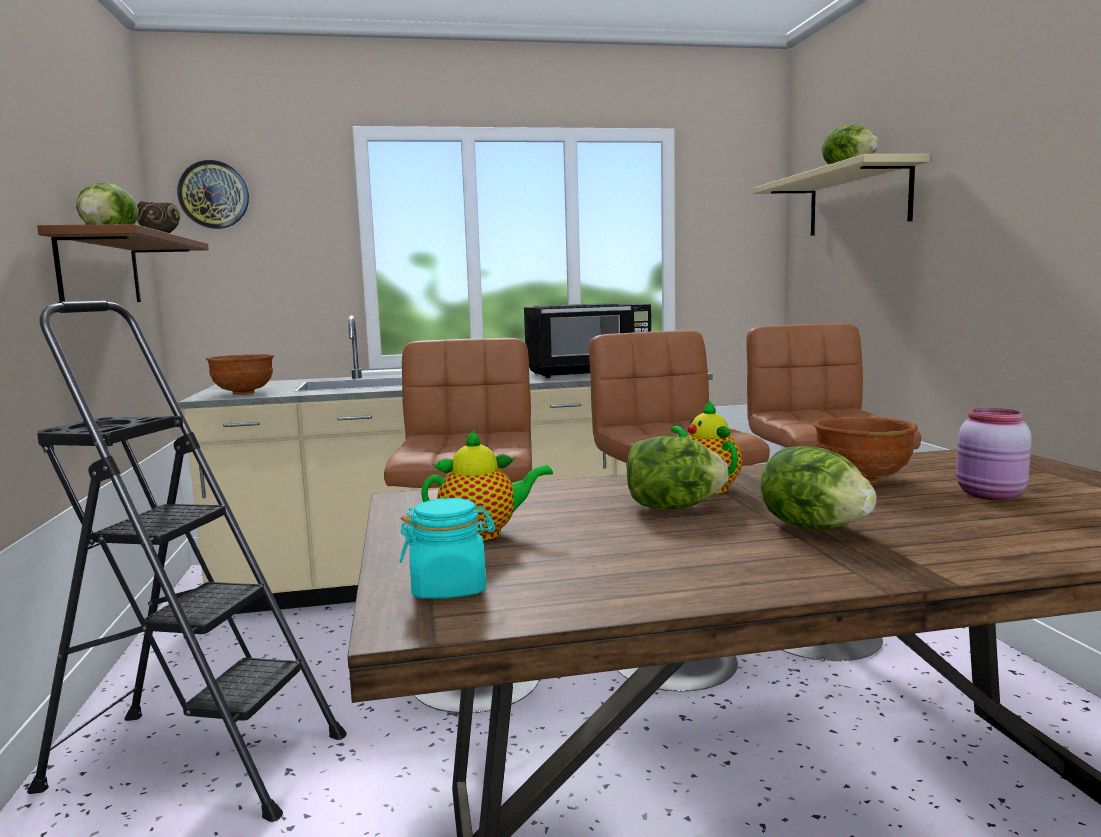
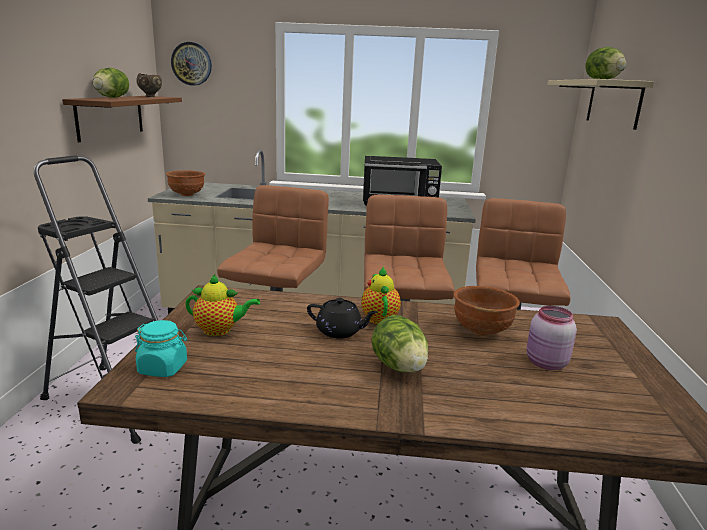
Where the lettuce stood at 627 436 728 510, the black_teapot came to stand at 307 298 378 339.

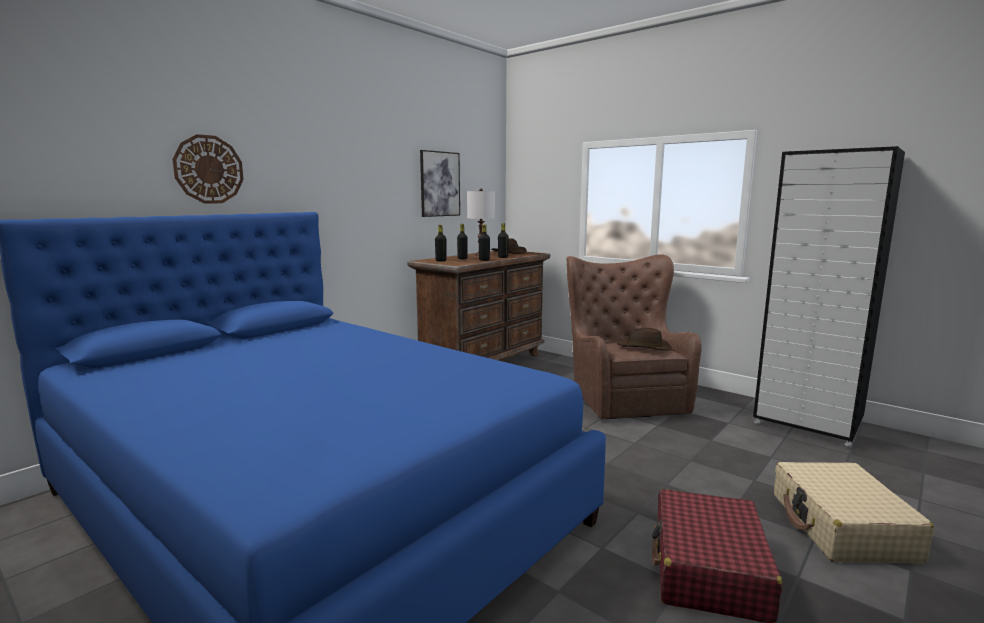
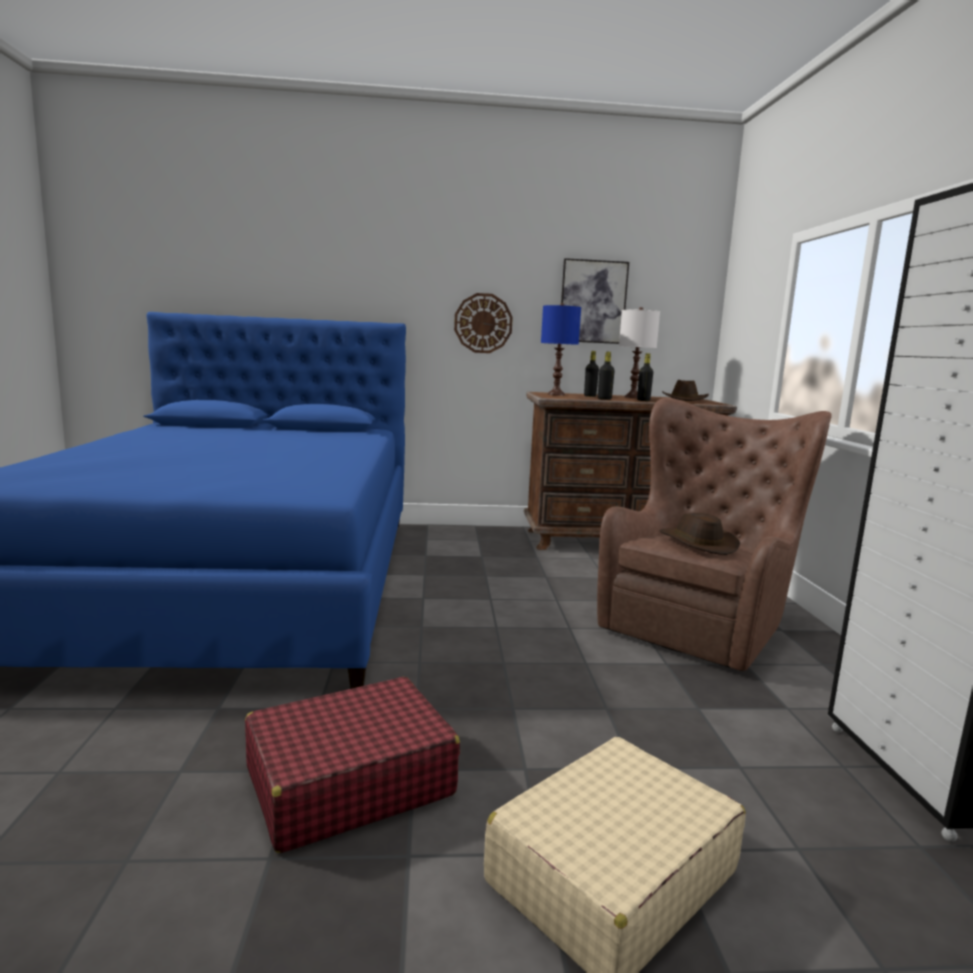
The wall_clock ended up elsewhere, having gone from 172 134 244 204 to 454 293 513 353. Where the black_bottle stood at 435 225 447 261, the blue_table_lamp came to stand at 541 303 581 396.

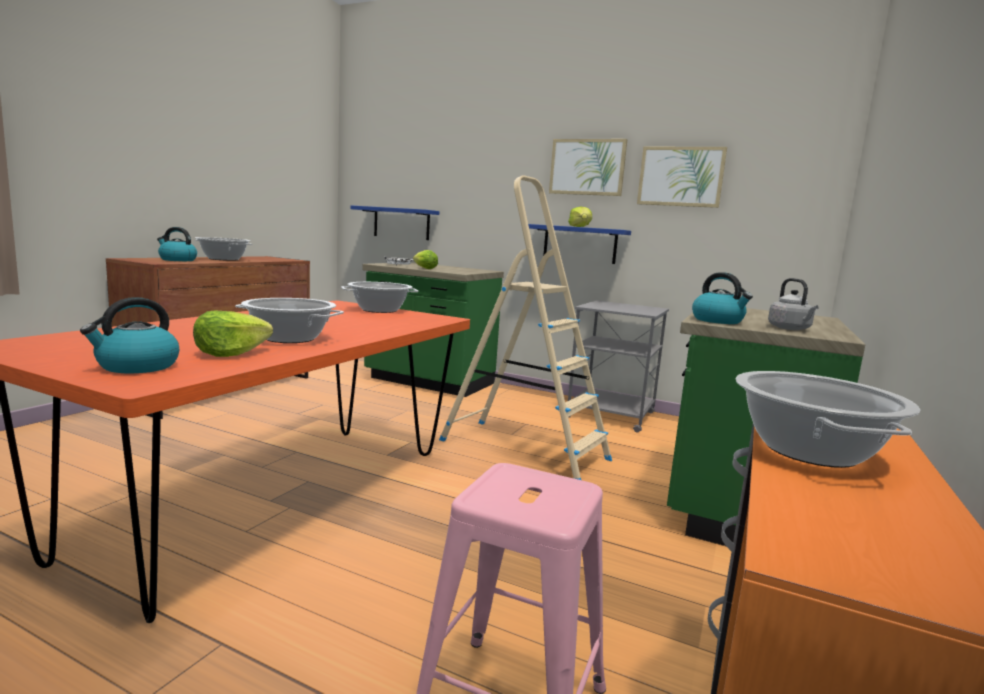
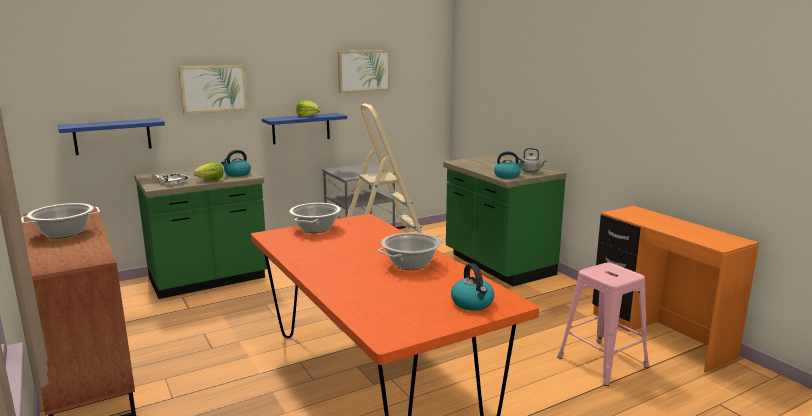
The second view lost the lettuce at 193 310 273 357. The second view lost the cooking_pot at 736 371 920 468. The kettle ended up elsewhere, having gone from 157 227 197 261 to 221 150 251 177. The picture ended up elsewhere, having gone from 549 139 627 196 to 178 65 248 114.

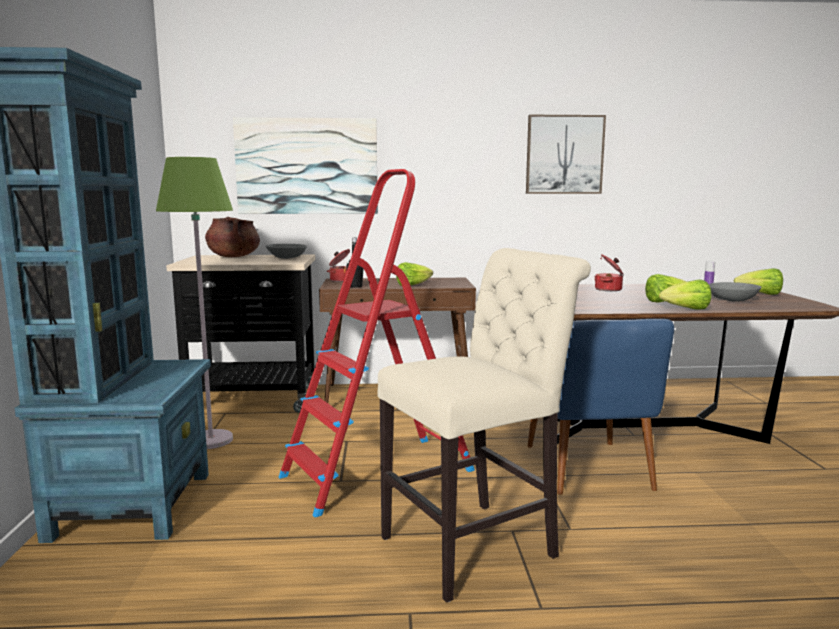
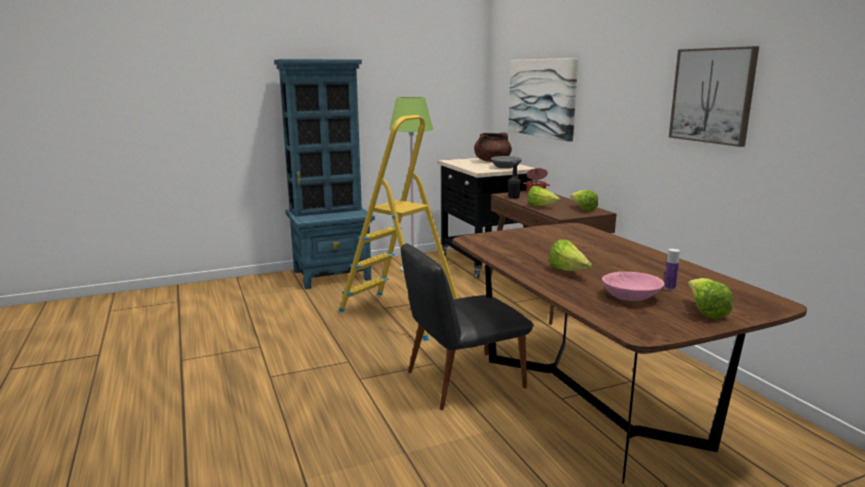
The second view lost the beige_stool at 377 248 591 603. The second view lost the cooking_pot at 594 255 623 291. The lettuce ended up elsewhere, having gone from 659 279 711 310 to 570 190 598 211. What was the red_step_ladder at 279 169 475 517 turned into the yellow_step_ladder at 339 115 458 341. What was the blue_chair at 527 319 674 495 turned into the black_chair at 401 243 534 410. What was the grey_bowl at 709 282 761 302 turned into the pink_bowl at 602 272 665 301.

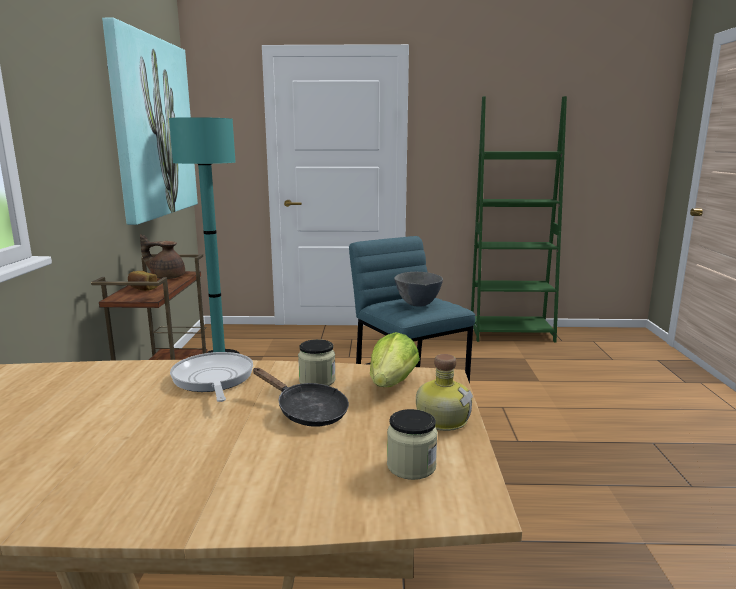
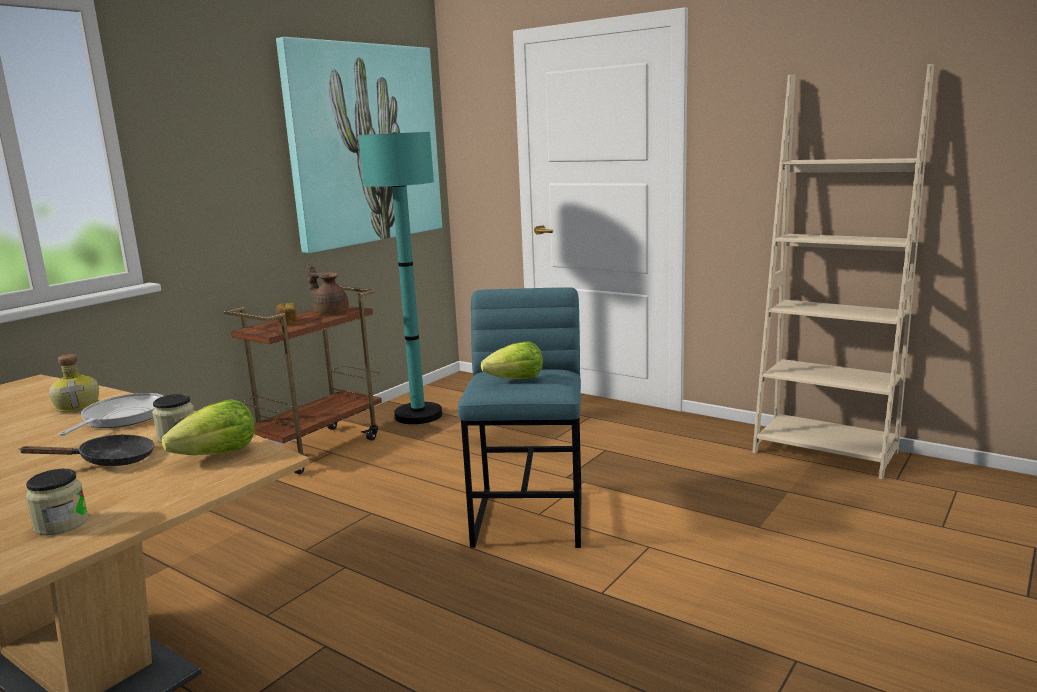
The bottle ended up elsewhere, having gone from 416 354 473 431 to 49 354 99 412. Where the grey_bowl stood at 394 272 443 307, the lettuce came to stand at 481 342 543 379. What was the green_bookcase at 471 96 567 343 turned into the beige_bookcase at 752 64 934 479. The black_frying_pan at 253 368 349 427 ended up facing another way, 90 degrees counterclockwise from before.

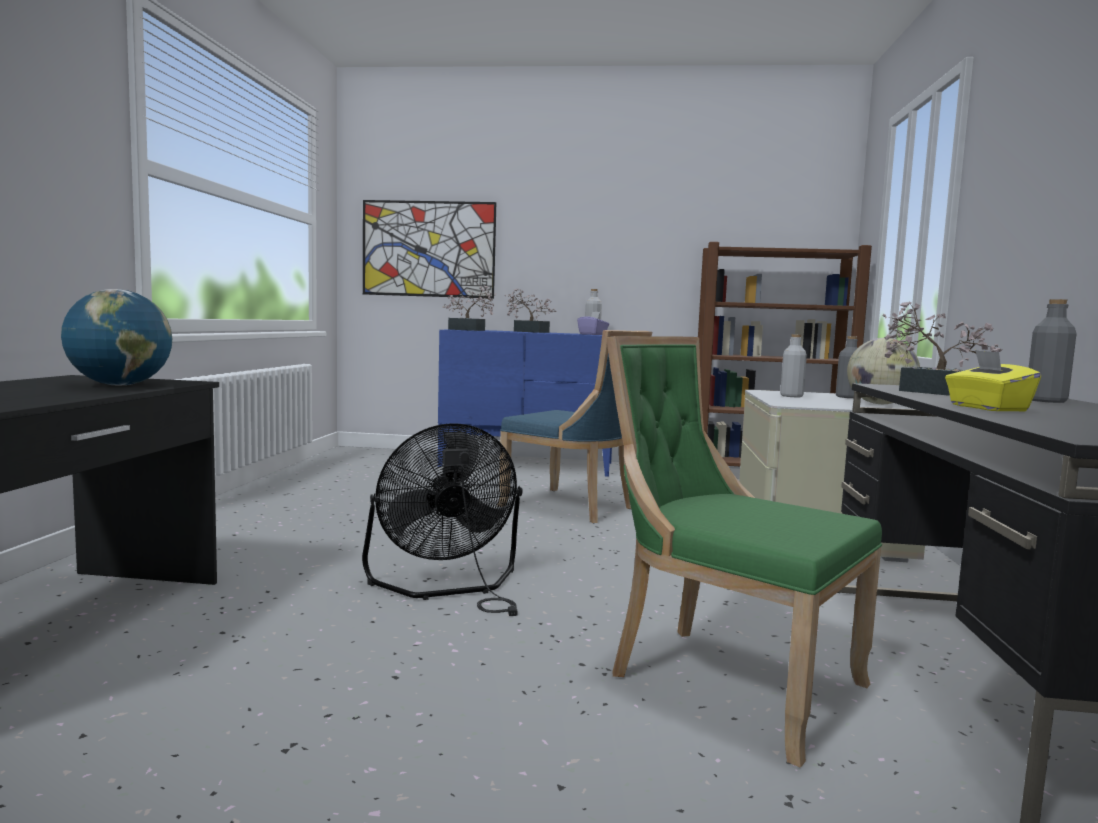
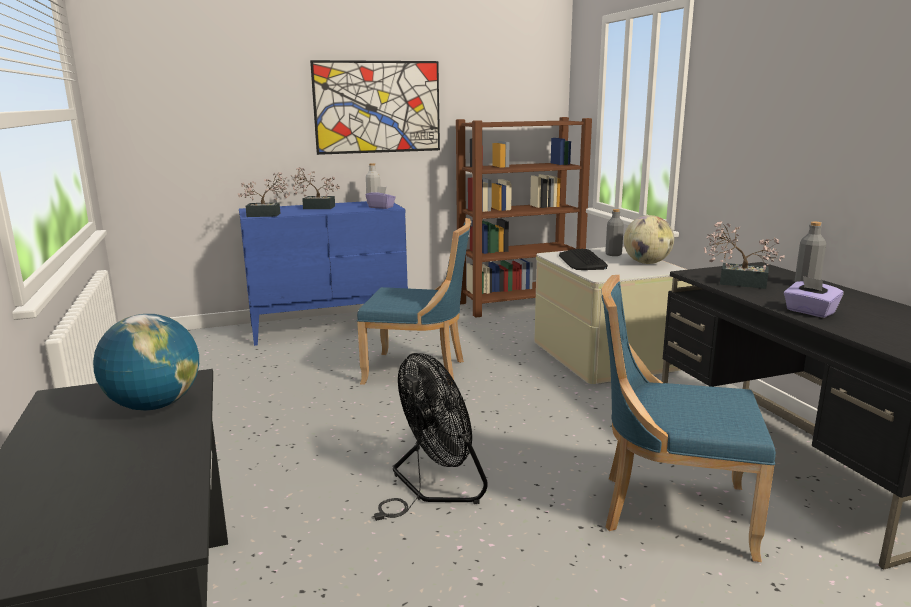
The picture ended up elsewhere, having gone from 363 200 496 299 to 310 60 440 155. Where the grey_bottle stood at 780 334 807 397, the keyboard came to stand at 559 249 608 270. What was the green_chair at 607 336 882 767 turned into the blue_chair at 602 275 776 562. What was the yellow_tissue_box at 945 350 1041 411 turned into the purple_tissue_box at 784 276 844 318. The black_fan at 362 423 523 616 ended up facing another way, 105 degrees clockwise from before.

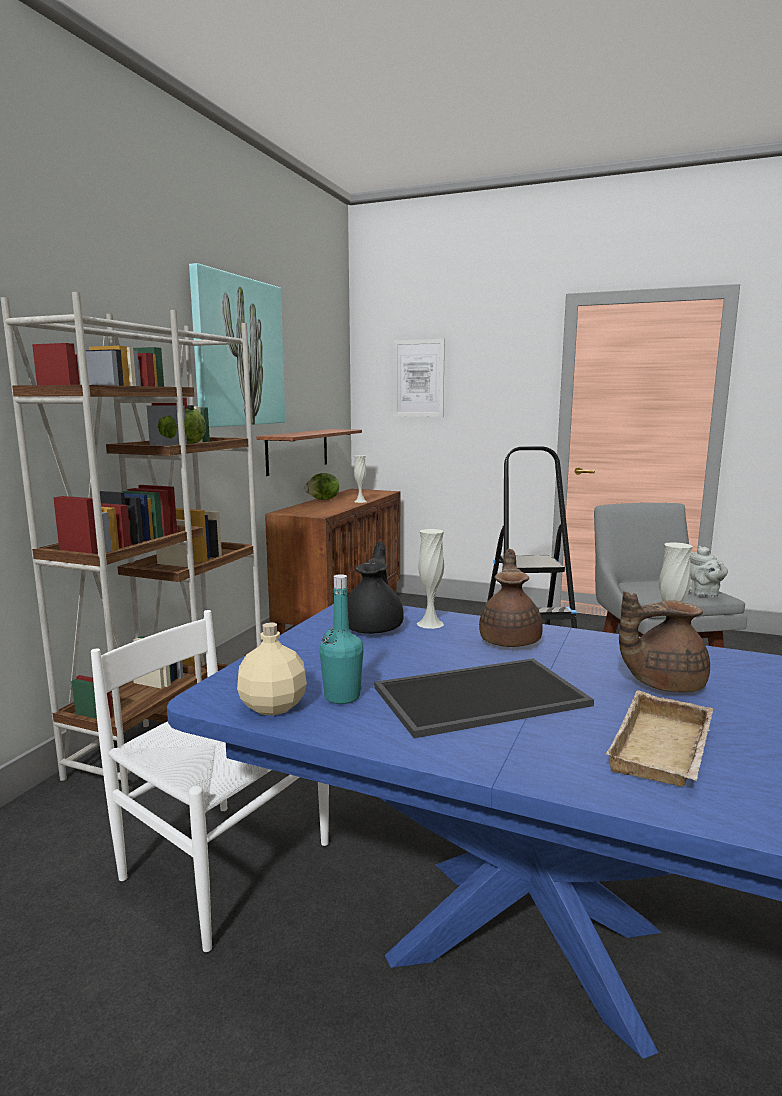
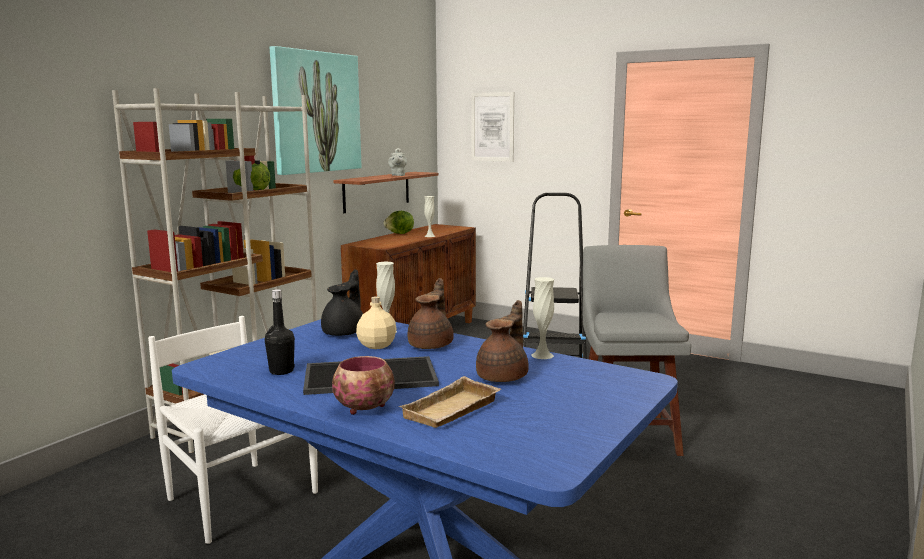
The second view gained the bowl at 332 356 395 415. The beige_bottle ended up elsewhere, having gone from 237 623 307 715 to 356 296 396 349. The grey_teapot ended up elsewhere, having gone from 689 546 728 597 to 388 148 407 176. What was the turquoise_bottle at 319 574 364 704 turned into the black_bottle at 265 289 295 375. The brown_teapot at 619 591 710 692 ended up facing another way, 120 degrees clockwise from before.

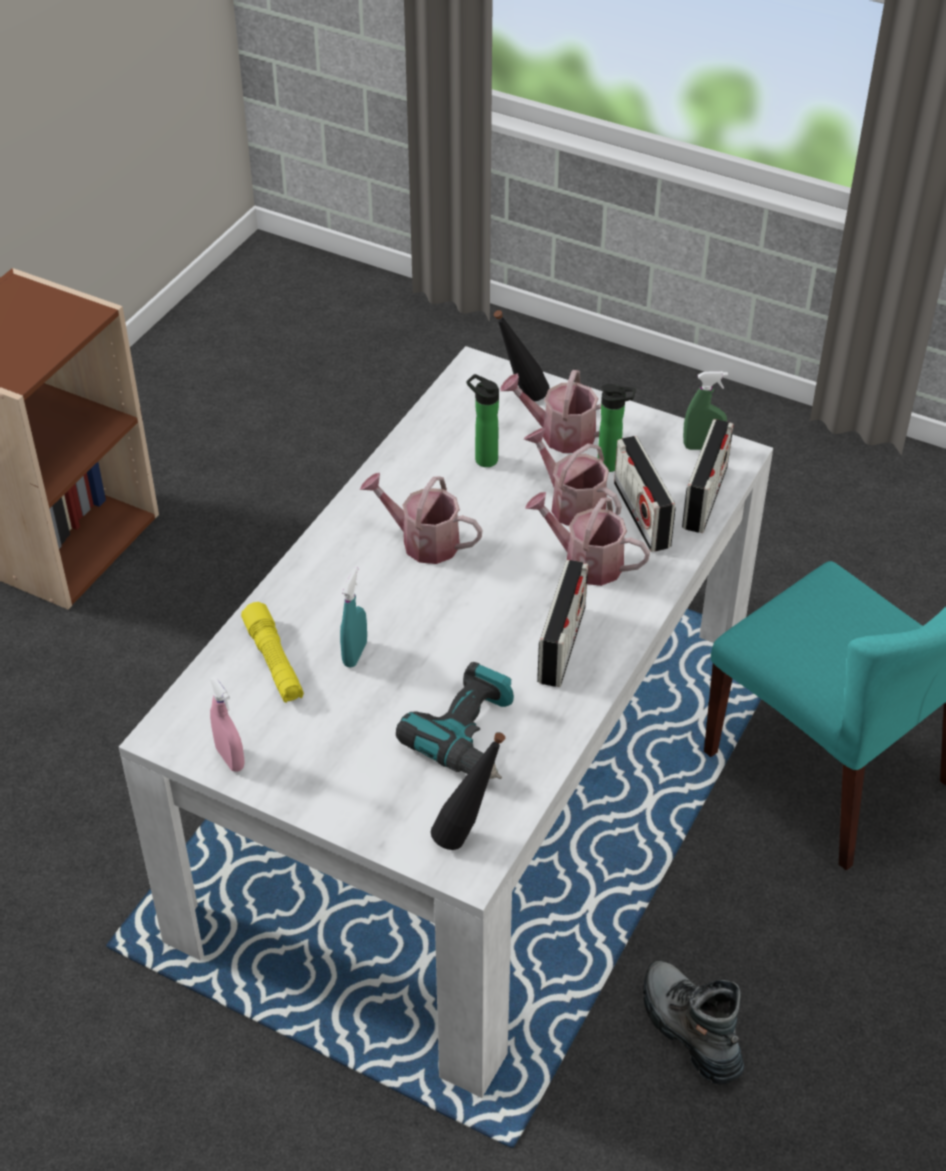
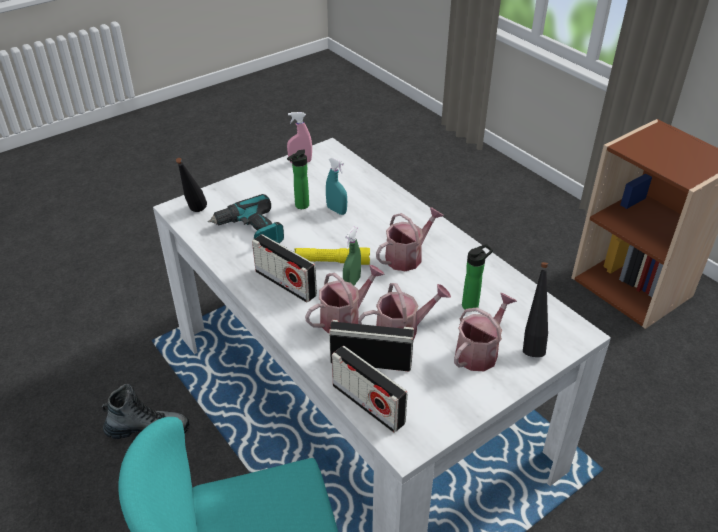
The yellow_flashlight ended up elsewhere, having gone from 241 602 304 703 to 294 247 370 265. The bottle ended up elsewhere, having gone from 598 384 636 472 to 287 150 309 209. The green_spray_bottle ended up elsewhere, having gone from 683 371 728 450 to 343 227 361 286.

